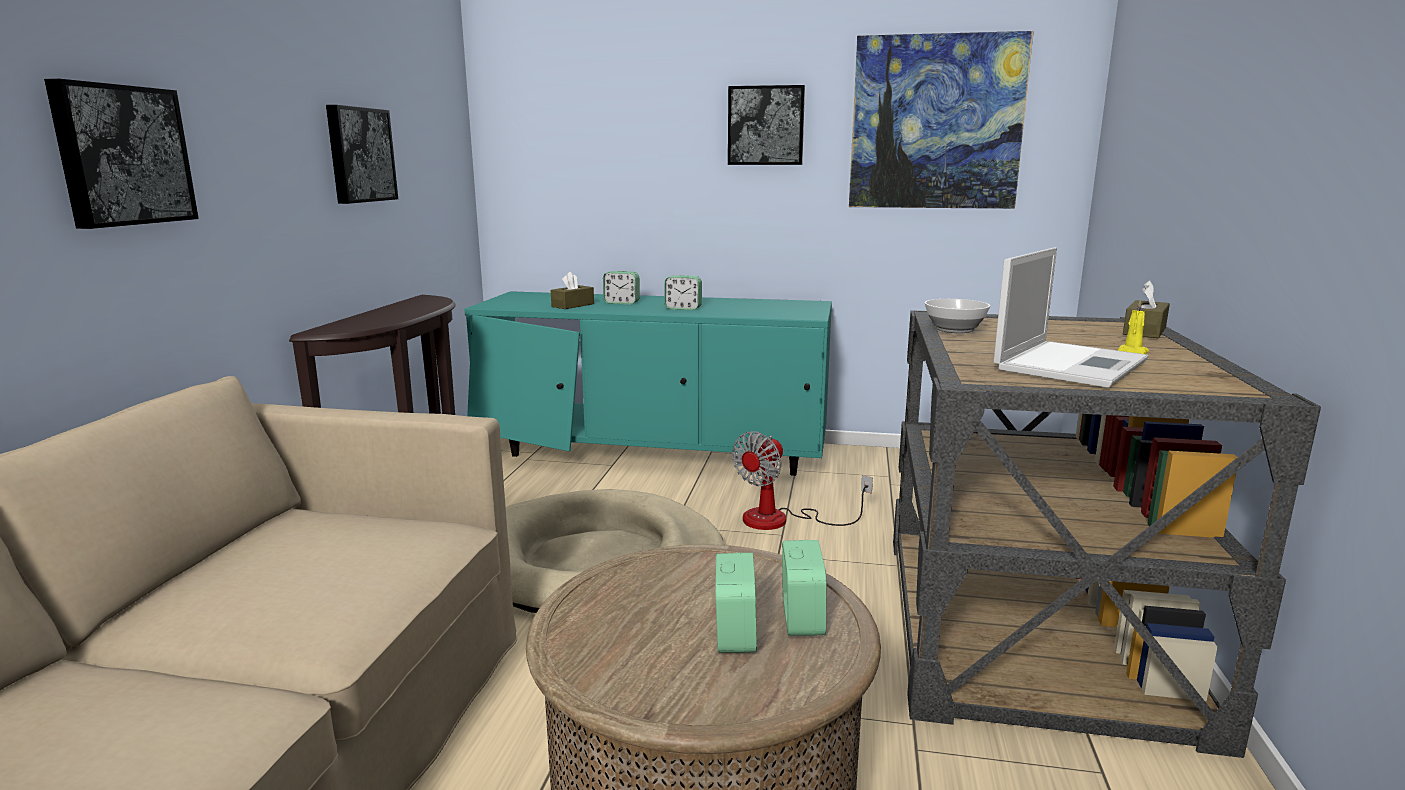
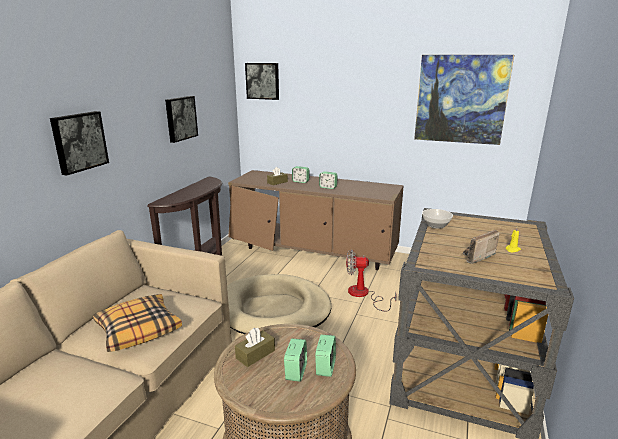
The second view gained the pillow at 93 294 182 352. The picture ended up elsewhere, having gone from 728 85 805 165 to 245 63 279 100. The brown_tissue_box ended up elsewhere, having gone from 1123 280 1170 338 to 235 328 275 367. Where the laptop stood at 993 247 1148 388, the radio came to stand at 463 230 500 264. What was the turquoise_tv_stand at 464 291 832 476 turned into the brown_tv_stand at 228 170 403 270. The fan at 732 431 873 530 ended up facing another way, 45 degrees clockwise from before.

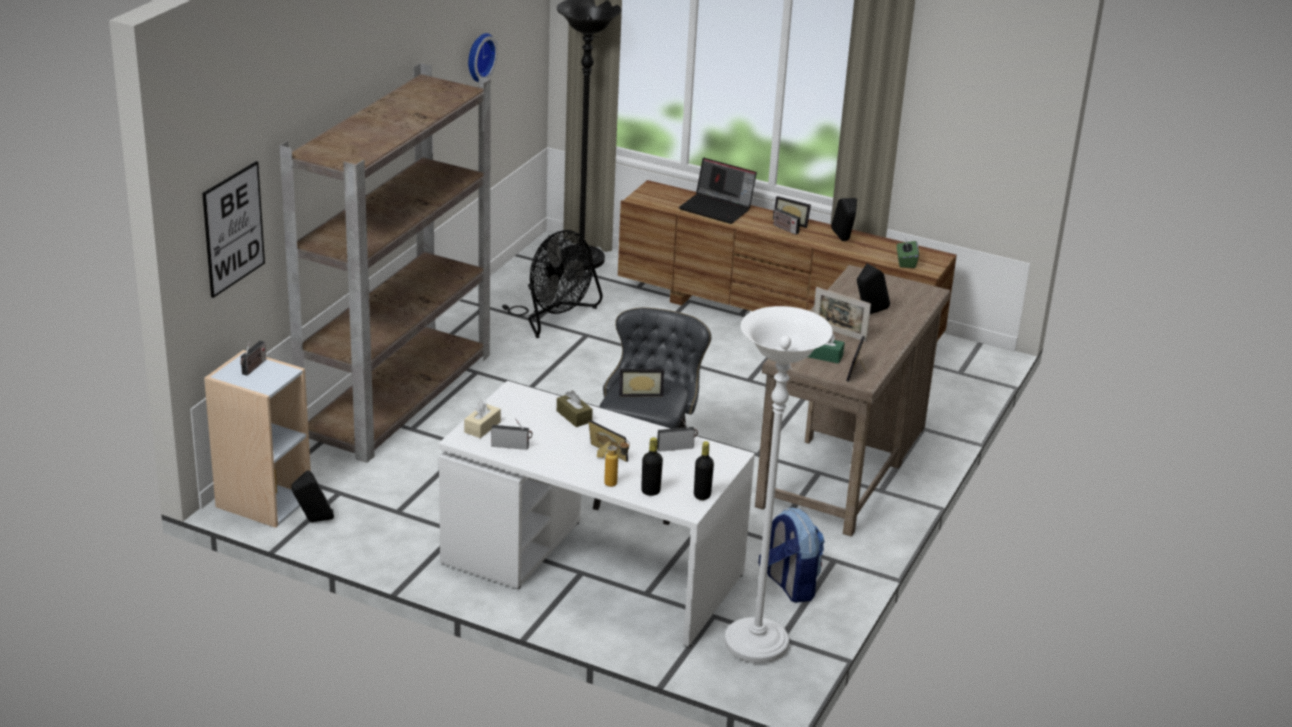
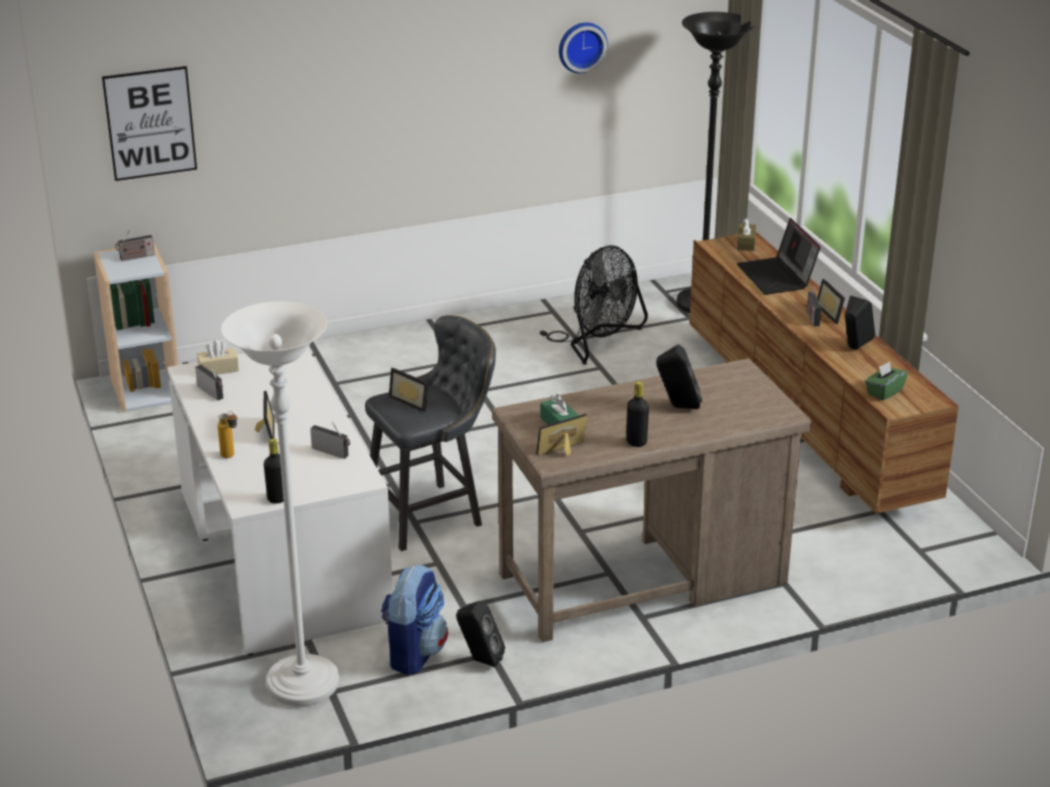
The second view lost the brown_bookcase at 280 63 491 463. The second view lost the picture_frame at 813 287 871 342. The black_speaker ended up elsewhere, having gone from 291 471 334 522 to 456 601 505 667. The brown_tissue_box ended up elsewhere, having gone from 557 390 593 427 to 737 218 756 251. The black_bottle ended up elsewhere, having gone from 641 437 663 496 to 627 381 649 447. The black_fan at 502 230 603 338 ended up facing another way, 45 degrees counterclockwise from before.

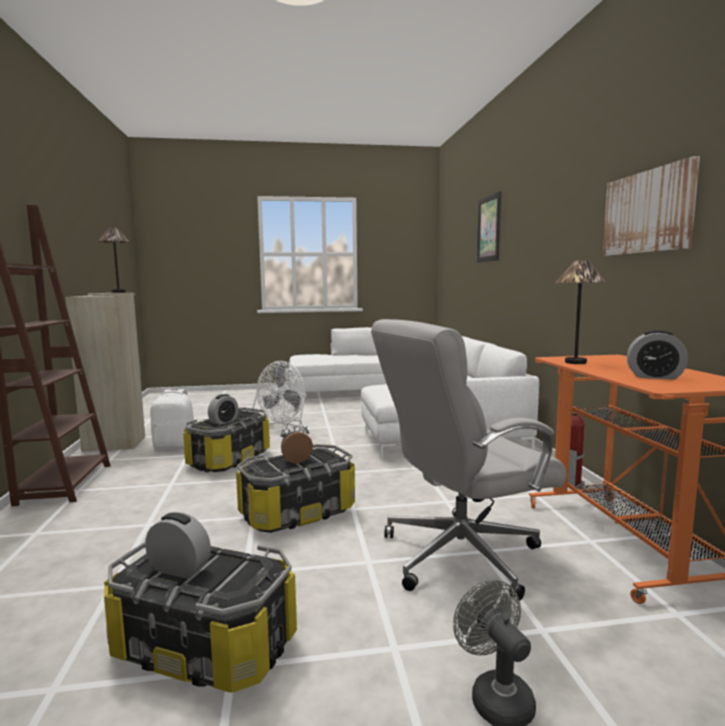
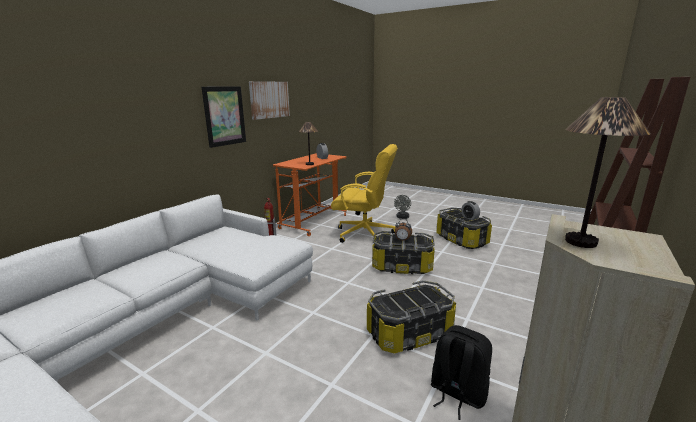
The second view lost the alarm_clock at 208 394 238 425. The second view lost the white_fan at 251 361 307 433. The picture ended up elsewhere, having gone from 477 191 501 263 to 202 86 246 148. What was the white_backpack at 150 389 194 450 turned into the black_backpack at 431 325 492 420. What was the grey_office_chair at 371 319 566 601 turned into the yellow_office_chair at 331 144 398 243.

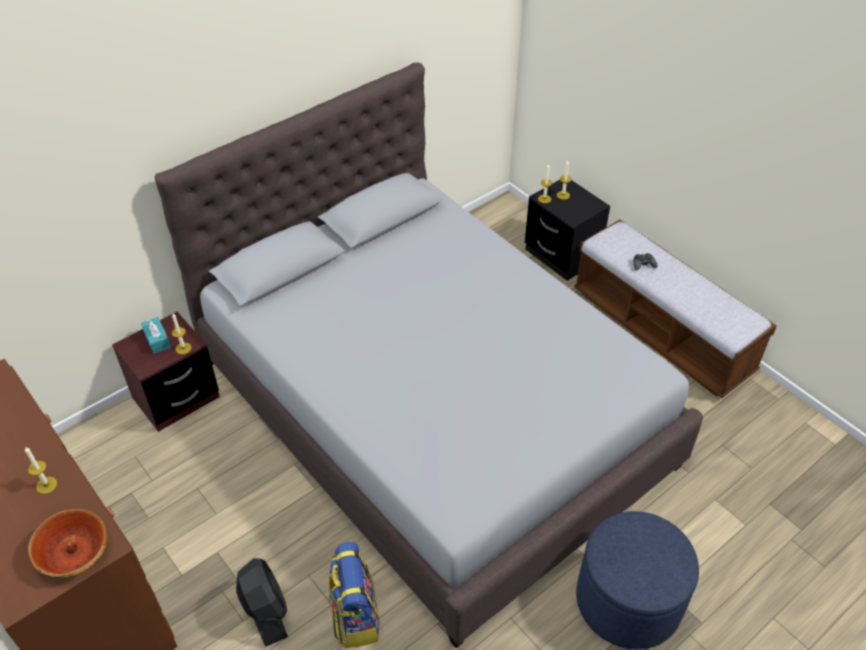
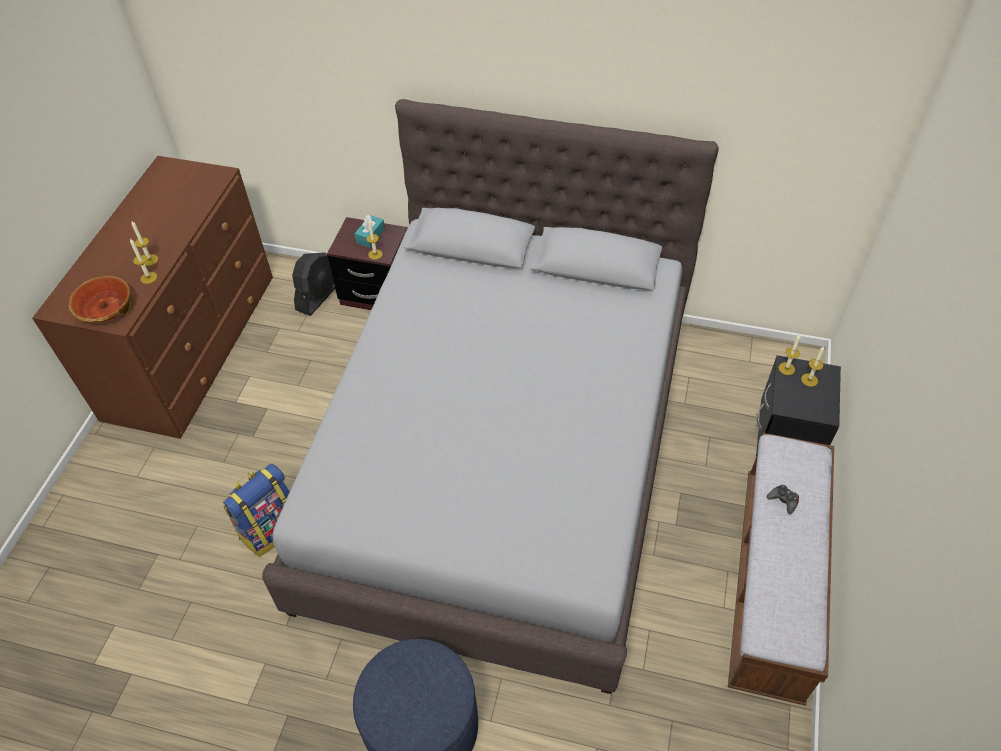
The second view gained the candle at 130 239 157 284. The black_fan ended up elsewhere, having gone from 236 558 288 647 to 292 252 335 316.

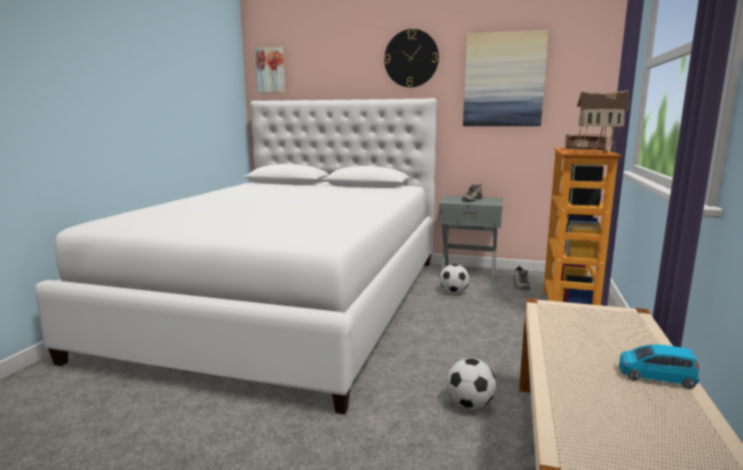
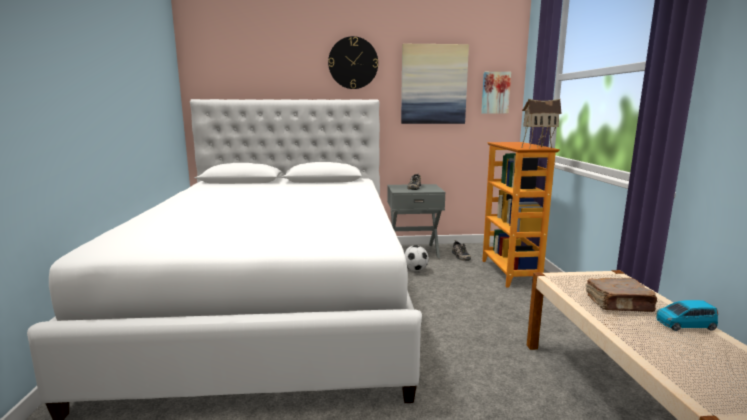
The second view lost the football at 446 358 496 409. The picture ended up elsewhere, having gone from 256 47 285 93 to 481 72 511 114. The brown_book ended up elsewhere, having gone from 565 134 607 150 to 586 278 658 312.

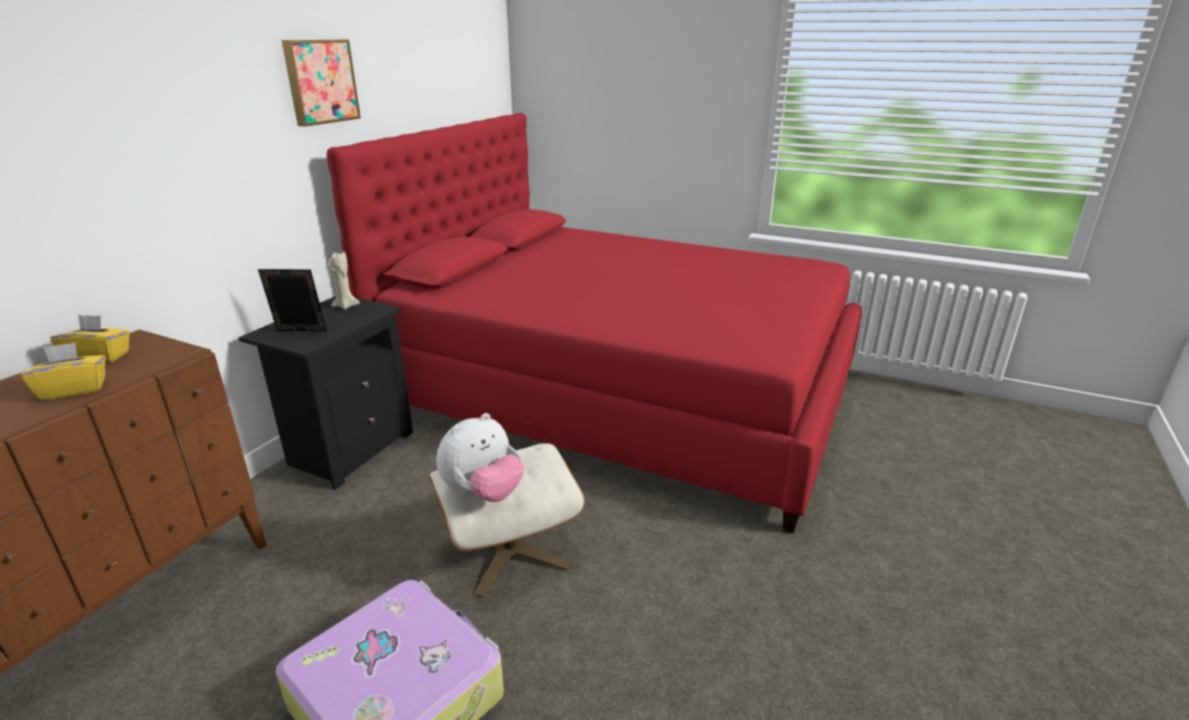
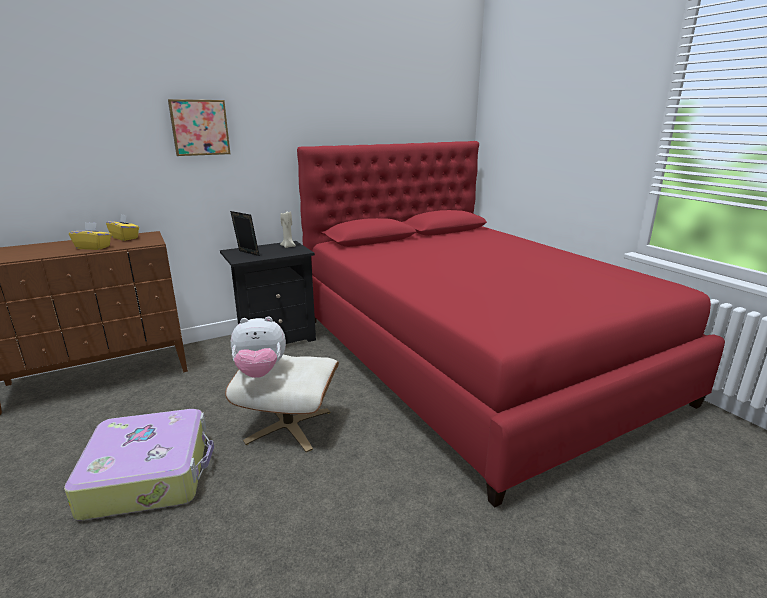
The picture ended up elsewhere, having gone from 282 40 361 127 to 168 99 230 156.

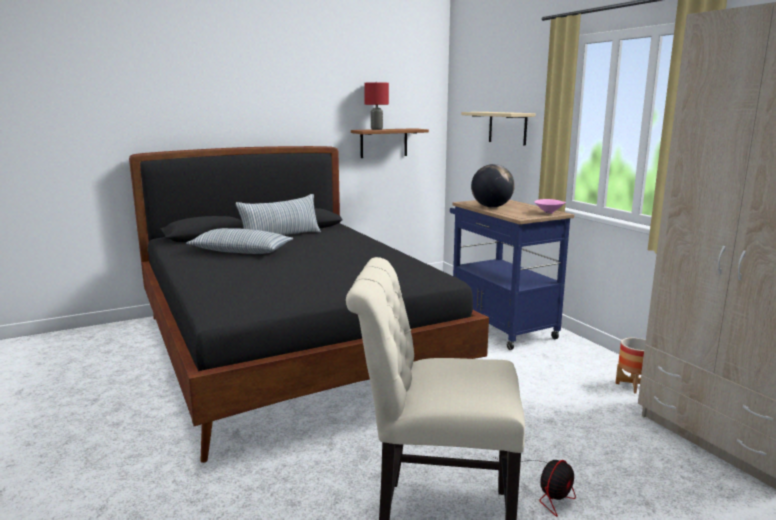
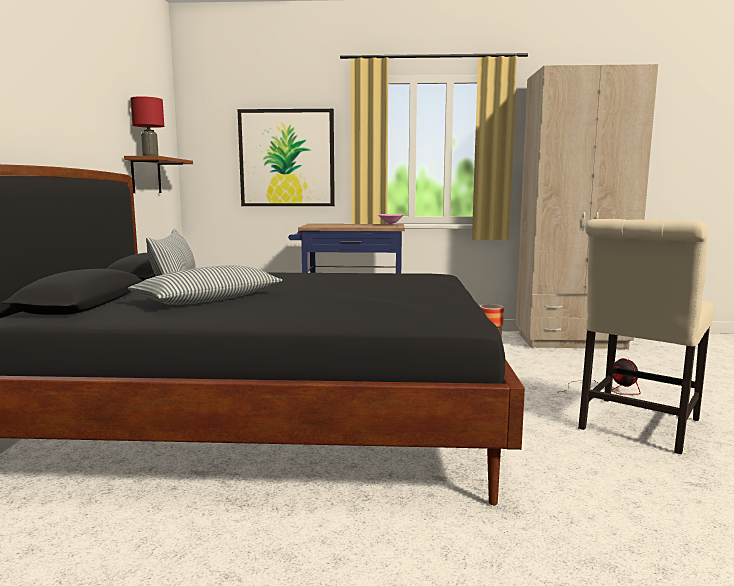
The second view lost the globe at 471 164 515 208. Where the beige_shelf hung at 461 112 536 146, the picture came to hang at 237 109 335 206.

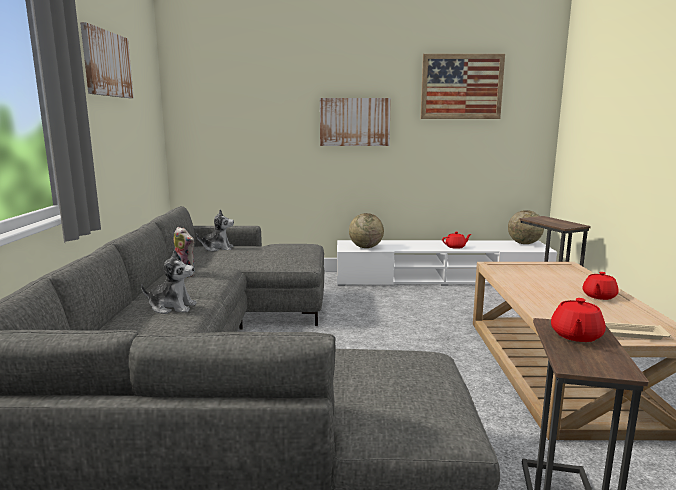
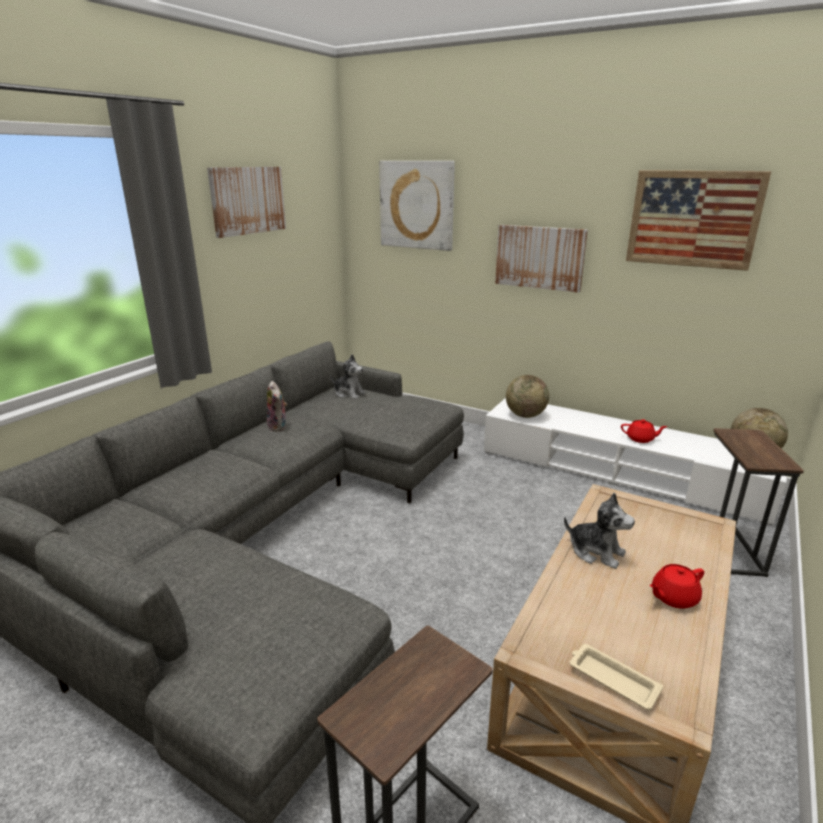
The second view lost the red_teapot at 551 298 606 342. The second view gained the picture at 379 161 455 251. The plush_toy ended up elsewhere, having gone from 141 250 197 314 to 564 492 635 569.

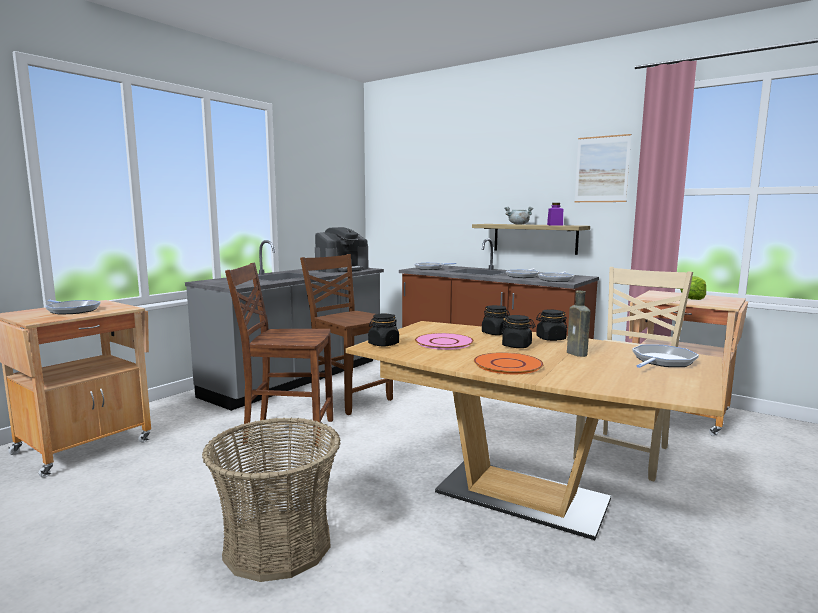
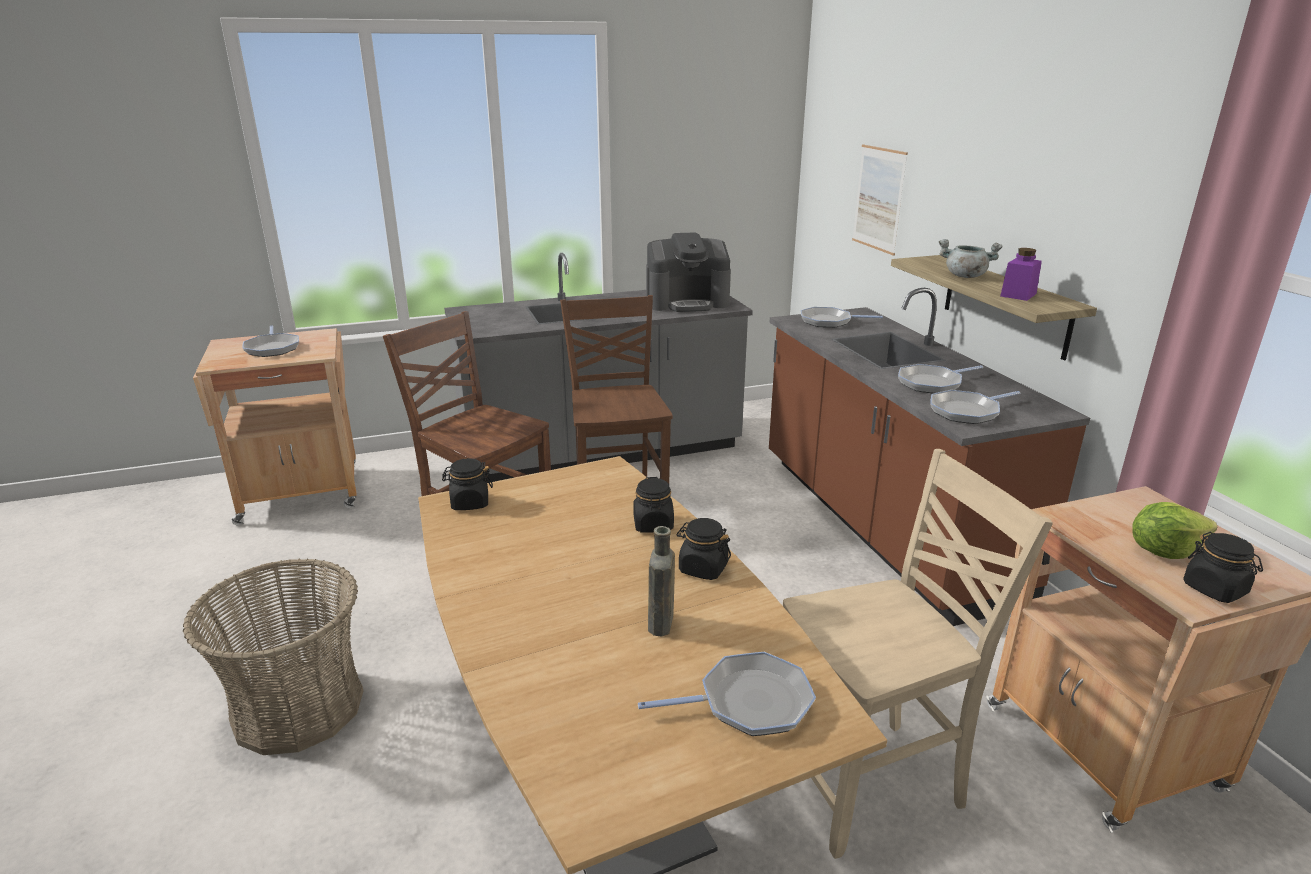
The second view lost the pink_plate at 415 333 474 350. The second view lost the orange_plate at 474 352 544 374. The black_jar ended up elsewhere, having gone from 501 315 535 348 to 1183 532 1263 603. The picture ended up elsewhere, having gone from 574 134 631 202 to 852 145 908 256.

